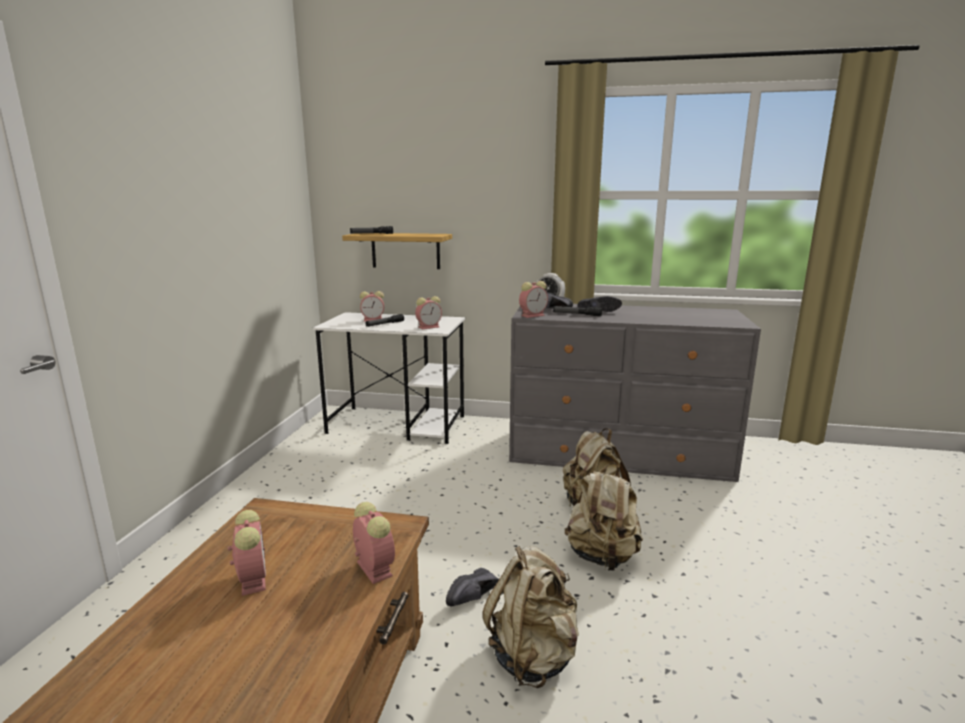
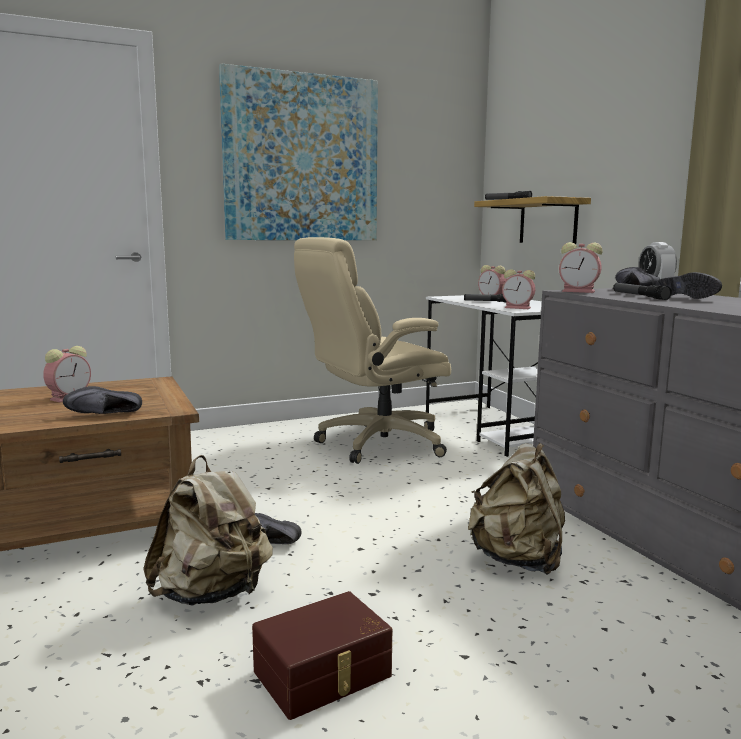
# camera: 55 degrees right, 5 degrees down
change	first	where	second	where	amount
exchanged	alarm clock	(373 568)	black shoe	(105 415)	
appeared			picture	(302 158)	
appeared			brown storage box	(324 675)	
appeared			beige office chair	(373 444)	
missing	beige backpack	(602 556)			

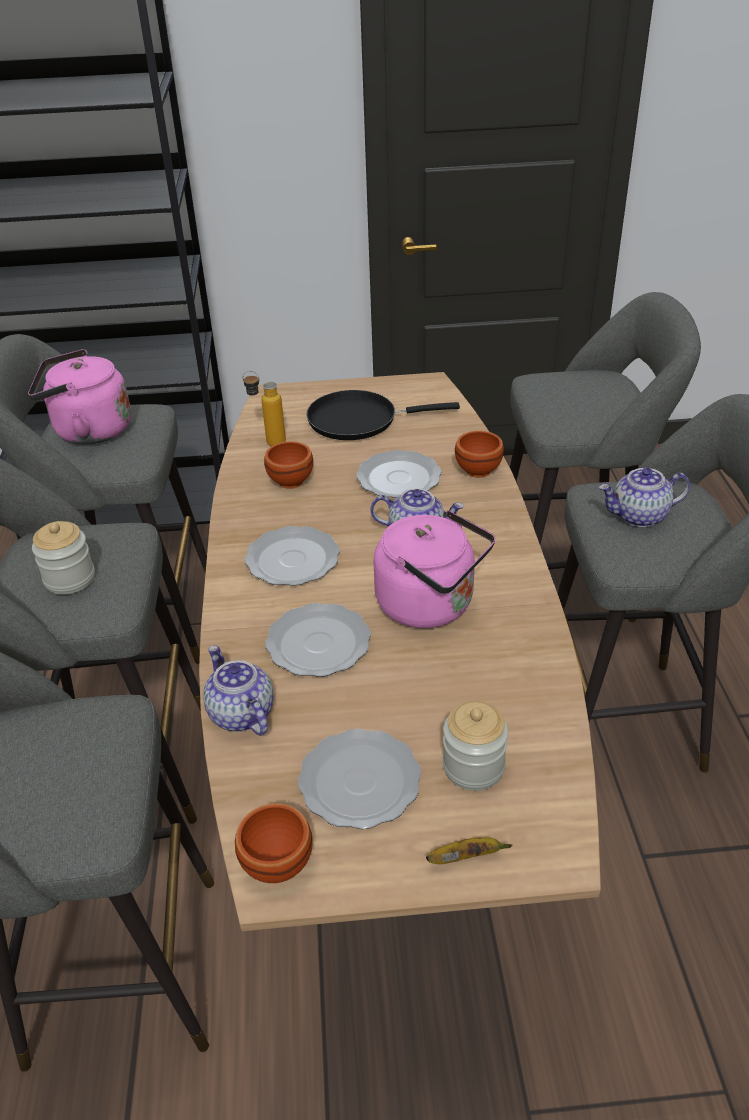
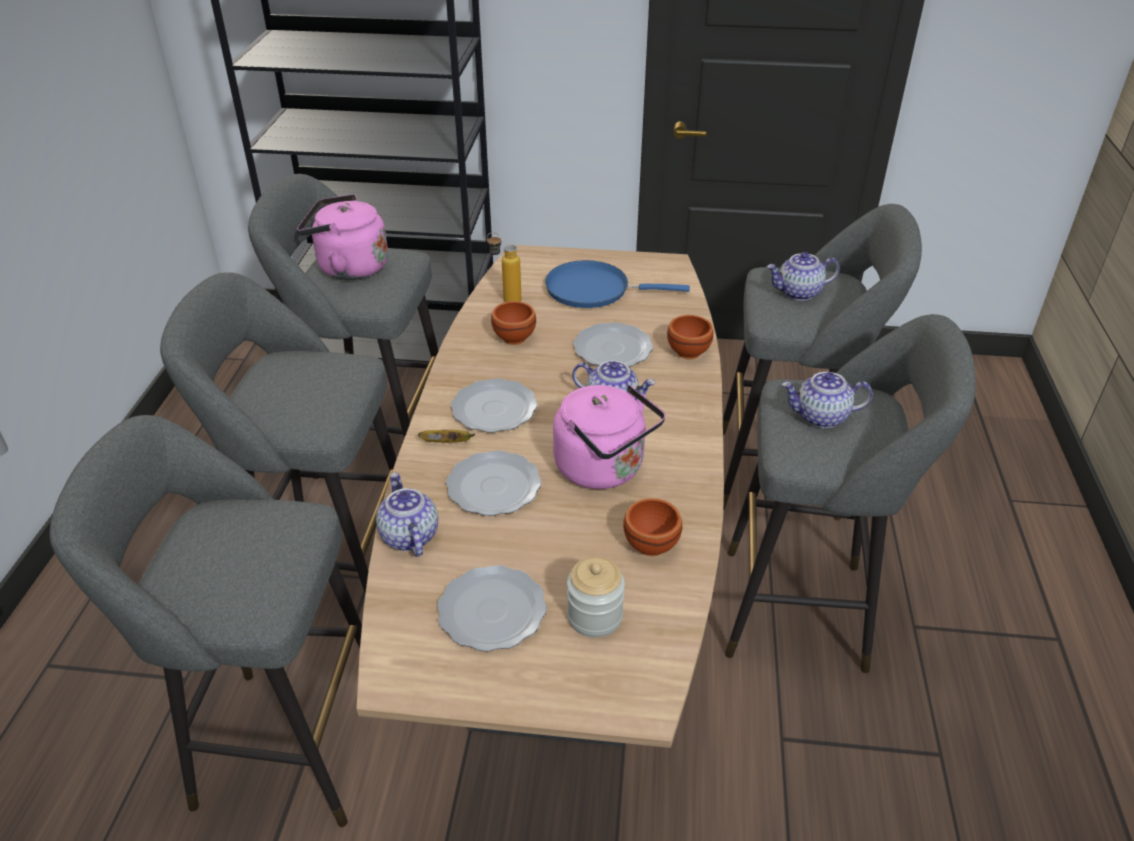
# camera: 10 degrees right, 0 degrees up
change	first	where	second	where	amount
relocated	banana	(465 857)		(448 442)	
colour	black frying pan	(359 420)	blue frying pan	(593 290)	
relocated	brown bowl	(277 862)		(650 544)	
appeared			teapot	(798 293)	
missing	jar	(70 579)			

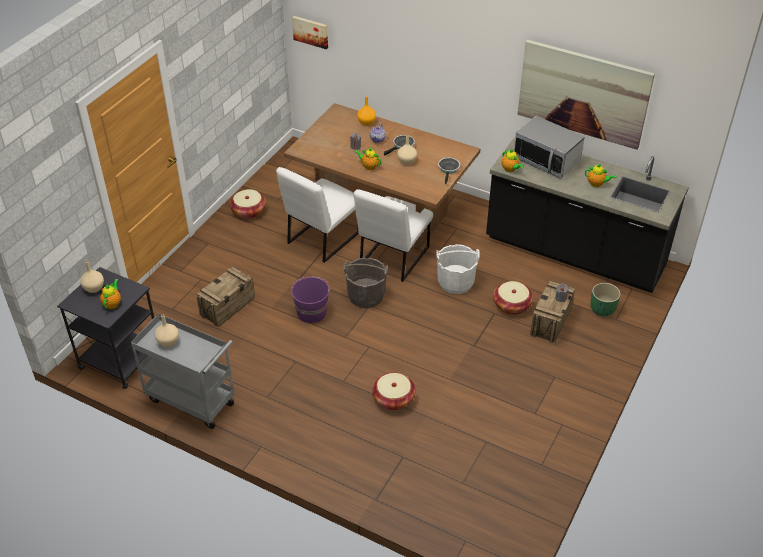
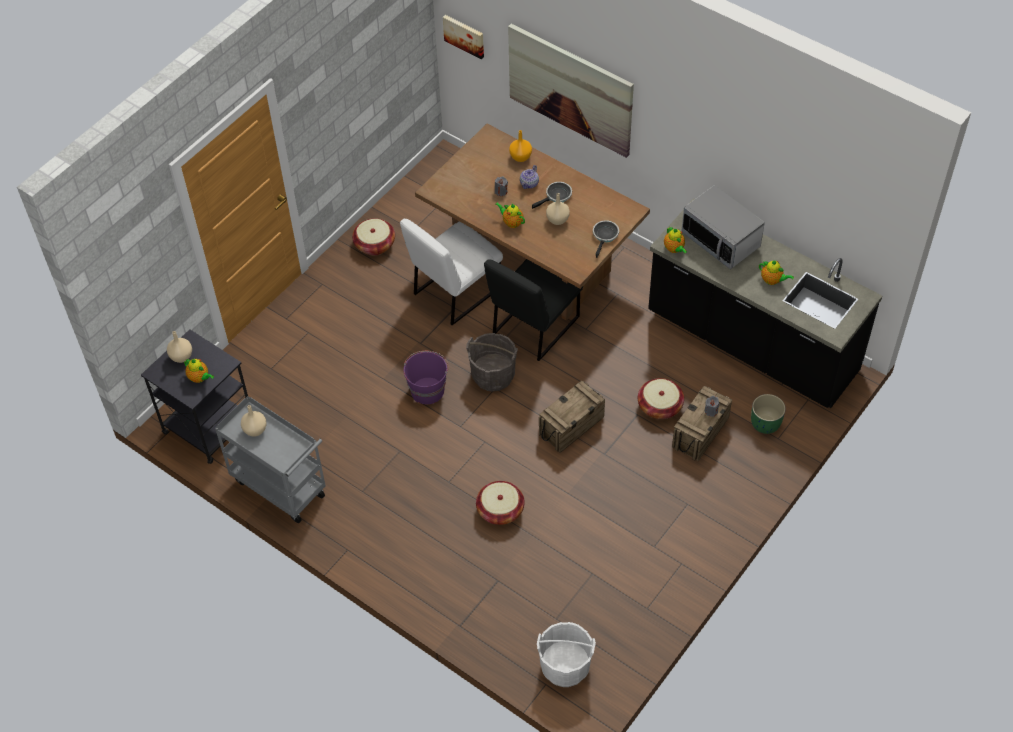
# camera: 10 degrees right, 10 degrees up
change	first	where	second	where	amount
spun	teapot	(112 303)		(200 378)	105 degrees clockwise
colour	white chair	(393 257)	black chair	(534 326)	
relocated	picture	(583 93)		(570 89)	
relocated	white bucket	(455 282)		(565 666)	
relocated	crate	(228 307)		(571 427)	

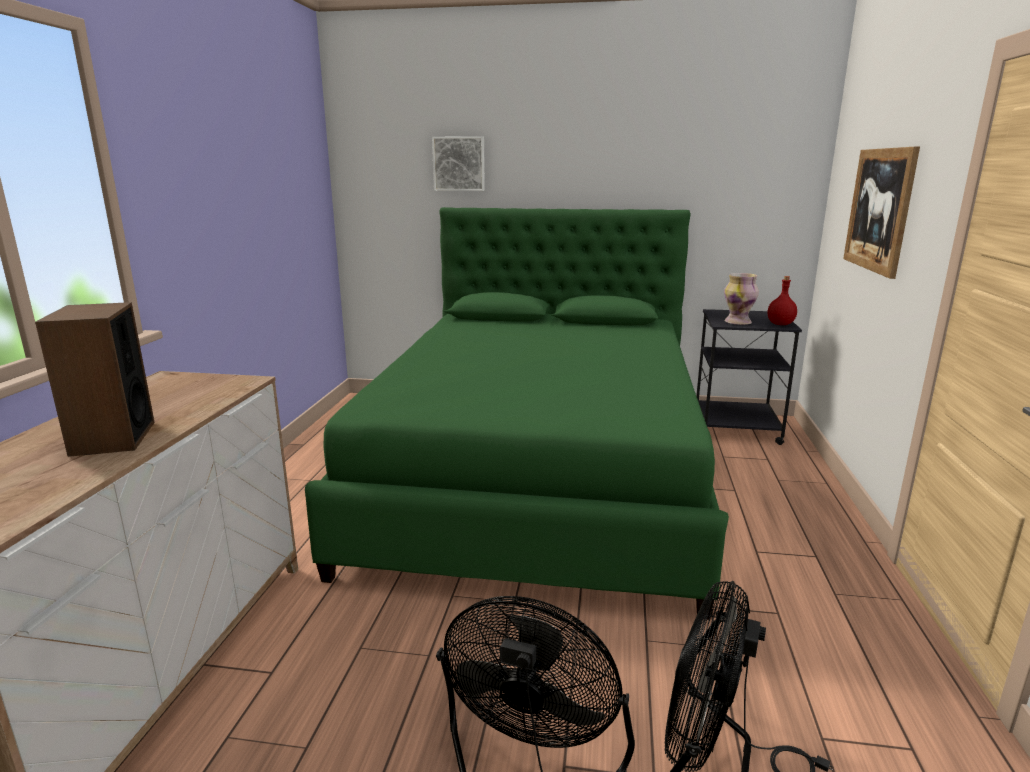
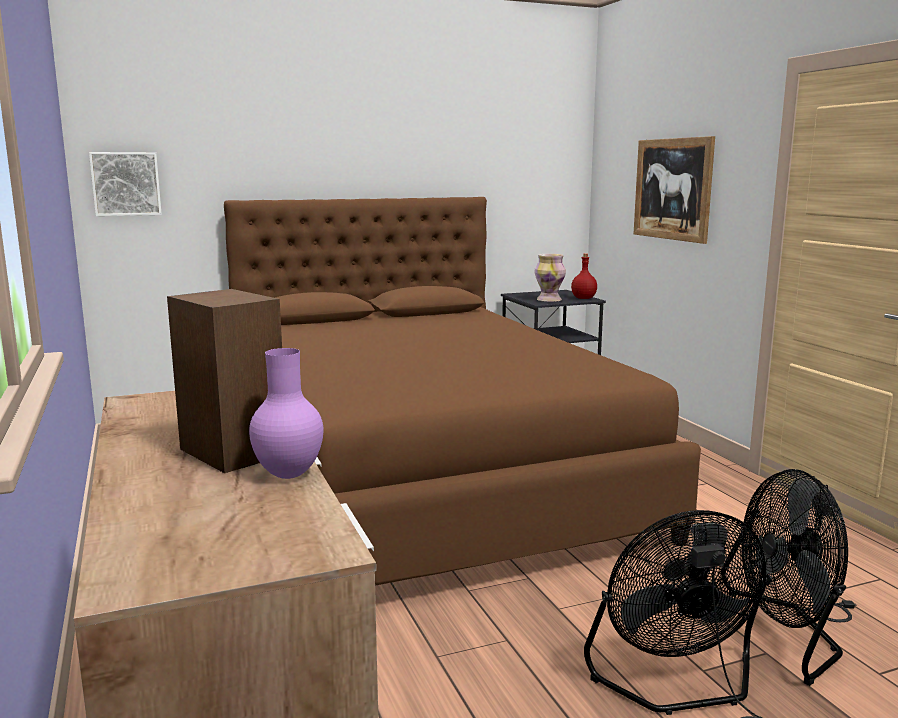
# camera: 30 degrees left, 5 degrees down
change	first	where	second	where	amount
relocated	picture	(459 164)		(126 184)	
colour	green bed	(540 474)	brown bed	(424 475)	
appeared			purple vase	(287 475)	

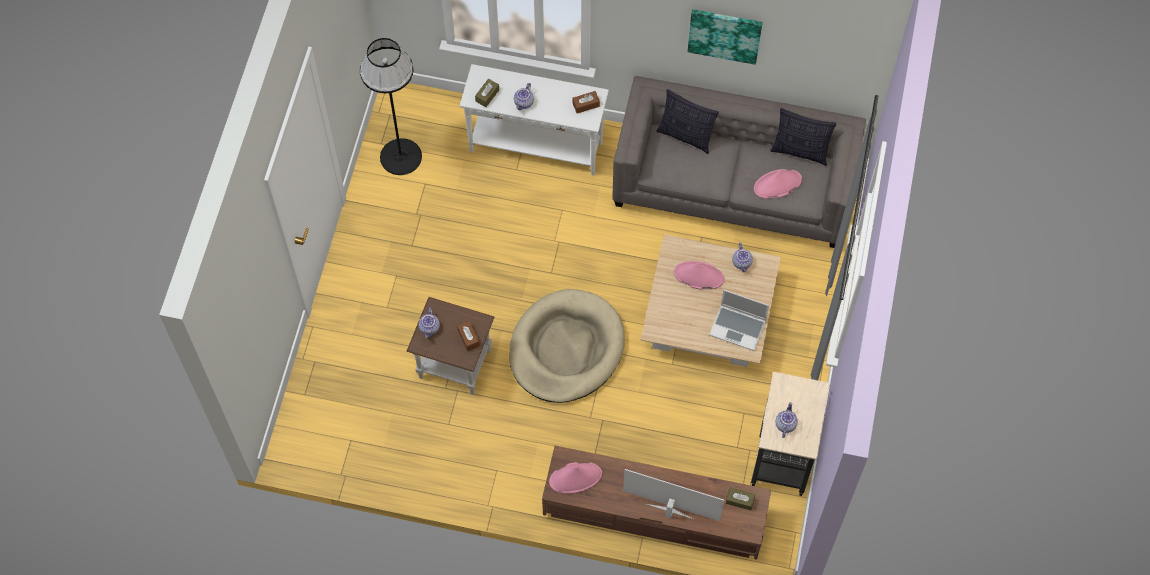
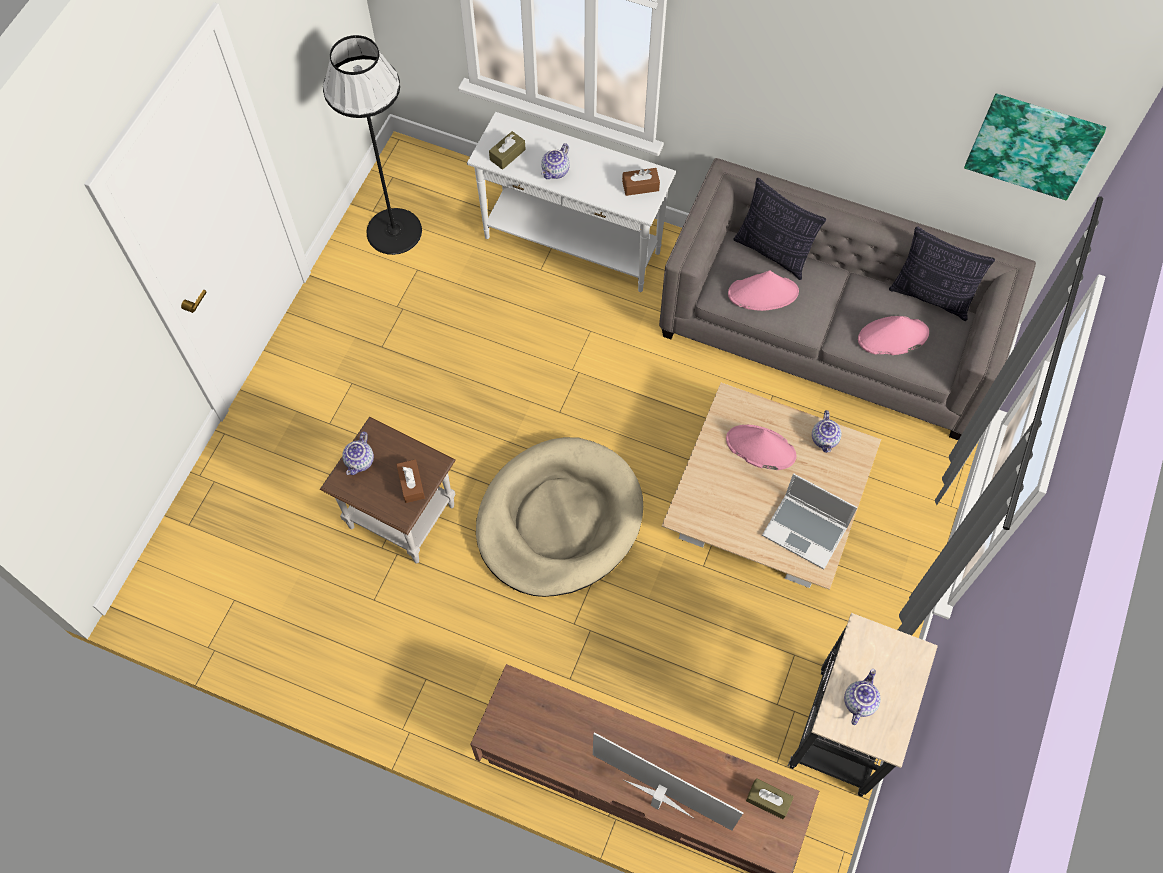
# camera: 10 degrees right, 0 degrees up
change	first	where	second	where	amount
relocated	pink hat	(575 478)		(763 293)	
relocated	picture	(724 35)		(1033 145)	

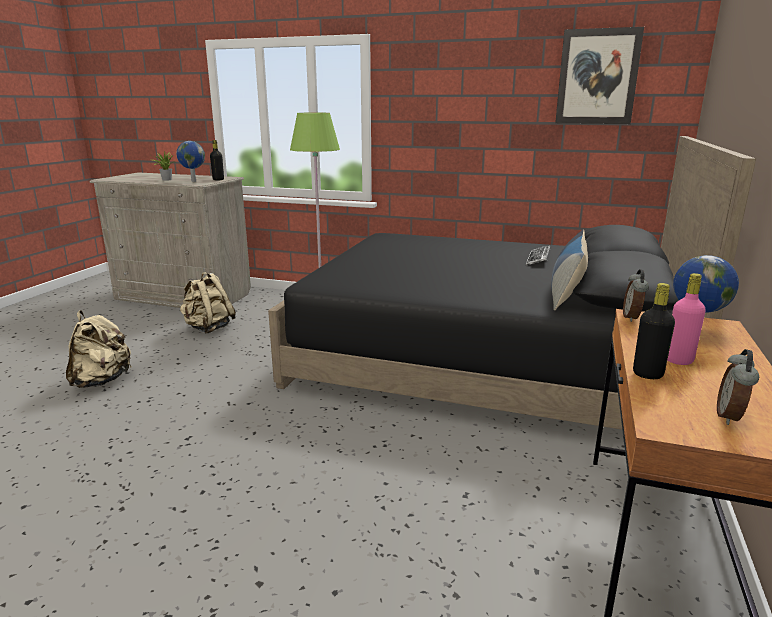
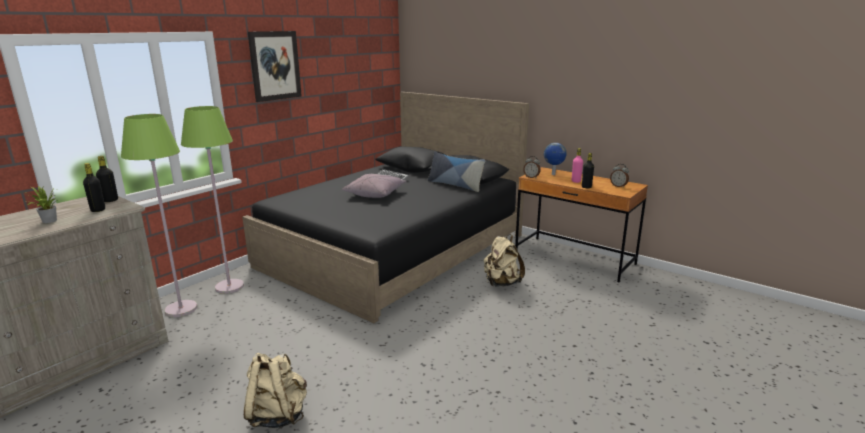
# camera: 70 degrees left, 0 degrees up
change	first	where	second	where	amount
exchanged	globe	(193 181)	black bottle	(98 210)	
appeared			green floor lamp	(181 309)	
relocated	picture	(597 77)		(275 65)	
appeared			purple pillow	(375 194)	
relocated	beige backpack	(208 328)		(501 283)	

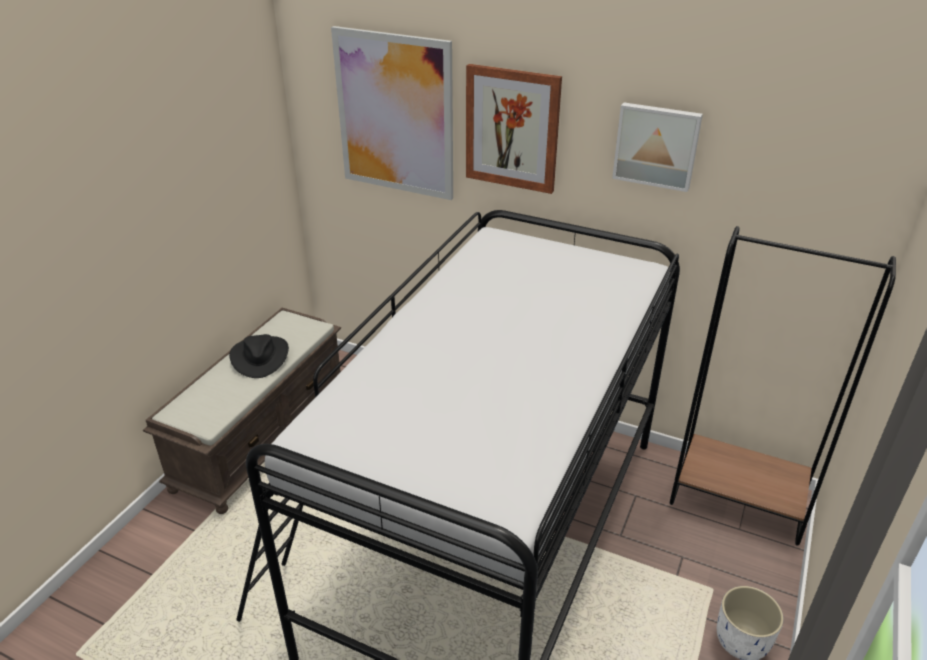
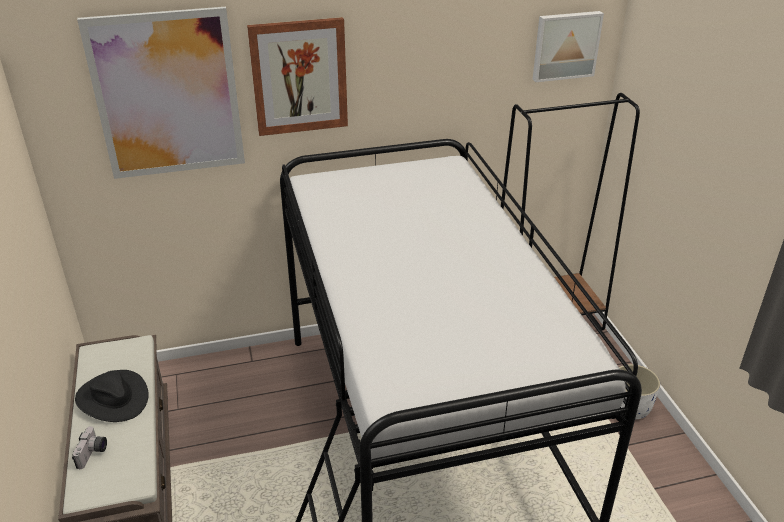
# camera: 40 degrees left, 0 degrees up
change	first	where	second	where	amount
appeared			photo camera	(93 454)	
relocated	picture	(656 145)		(565 45)	

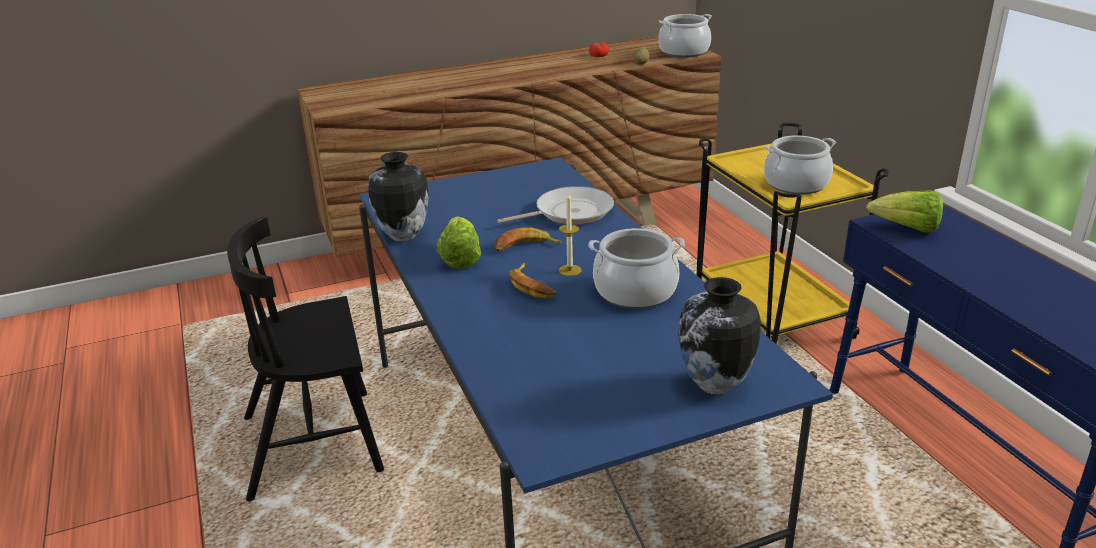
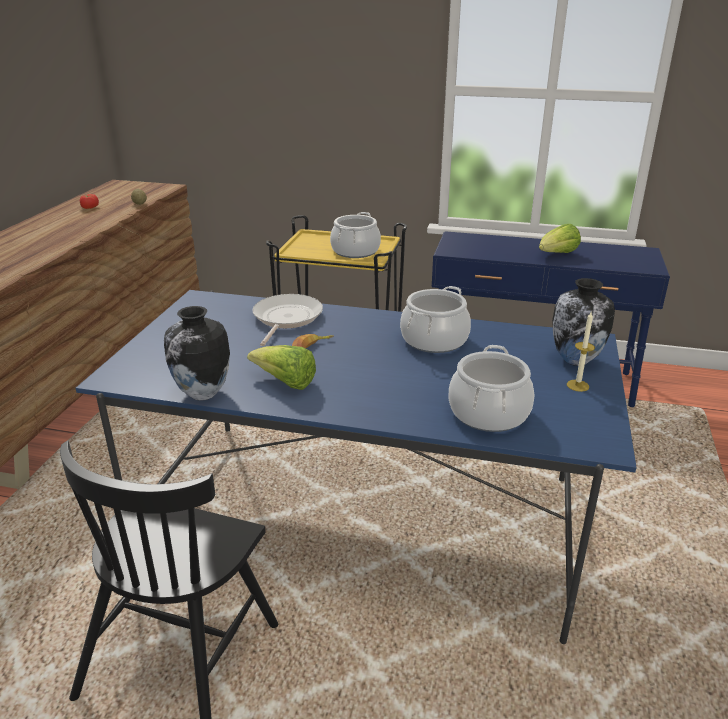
# camera: 55 degrees left, 0 degrees up
change	first	where	second	where	amount
relocated	cooking pot	(683 52)		(488 413)	
relocated	lettuce	(907 229)		(557 254)	
relocated	candle	(570 270)		(577 385)	
missing	banana	(532 286)			

